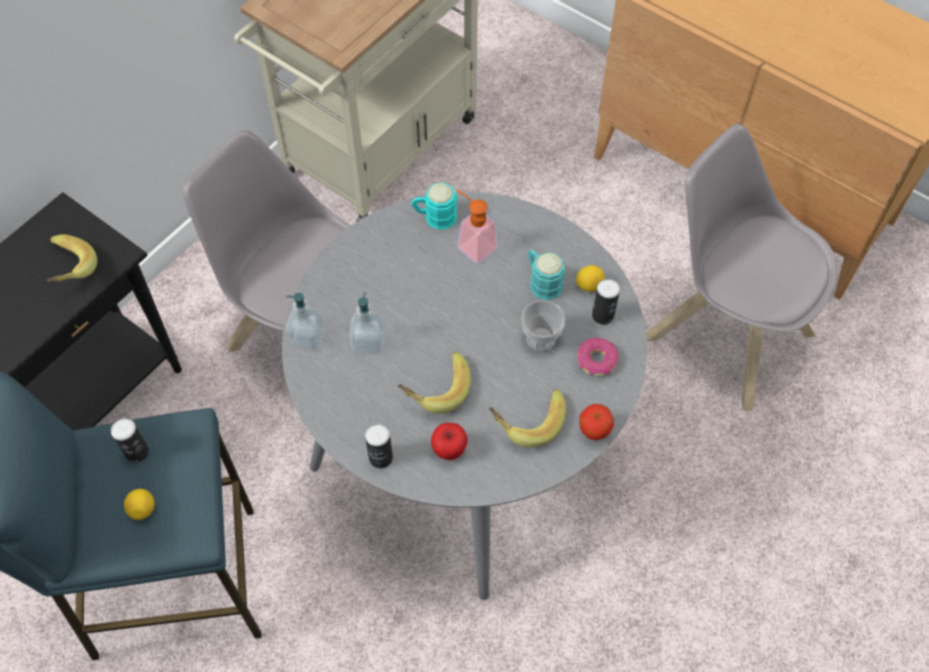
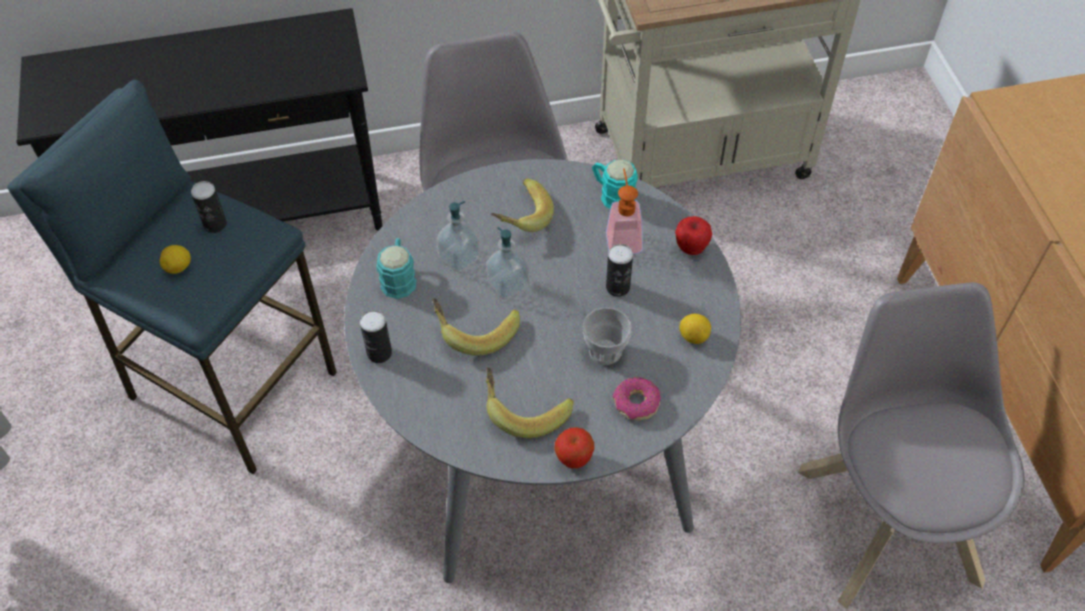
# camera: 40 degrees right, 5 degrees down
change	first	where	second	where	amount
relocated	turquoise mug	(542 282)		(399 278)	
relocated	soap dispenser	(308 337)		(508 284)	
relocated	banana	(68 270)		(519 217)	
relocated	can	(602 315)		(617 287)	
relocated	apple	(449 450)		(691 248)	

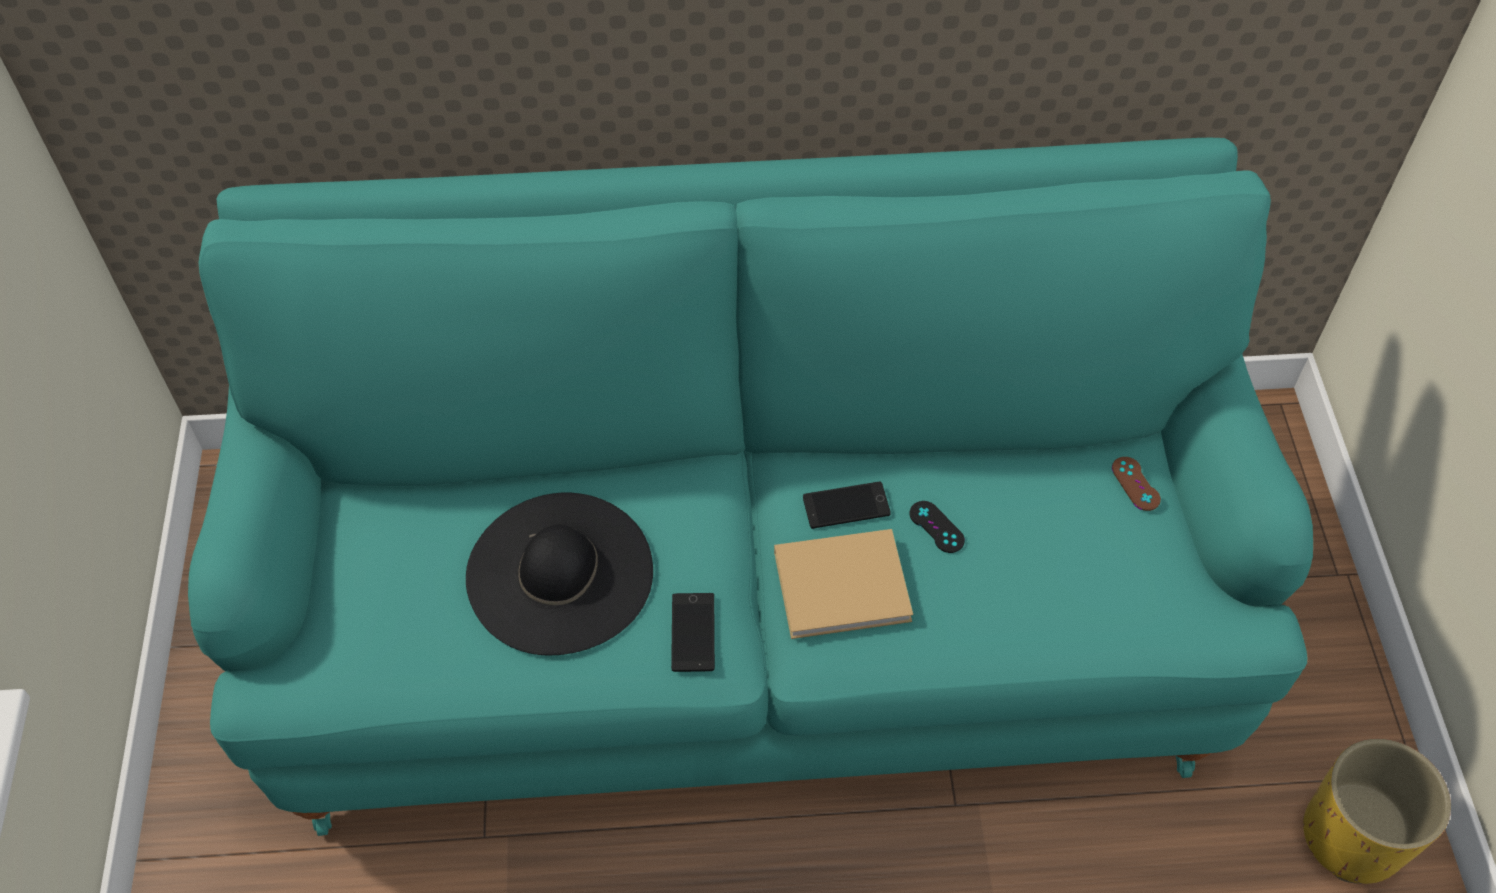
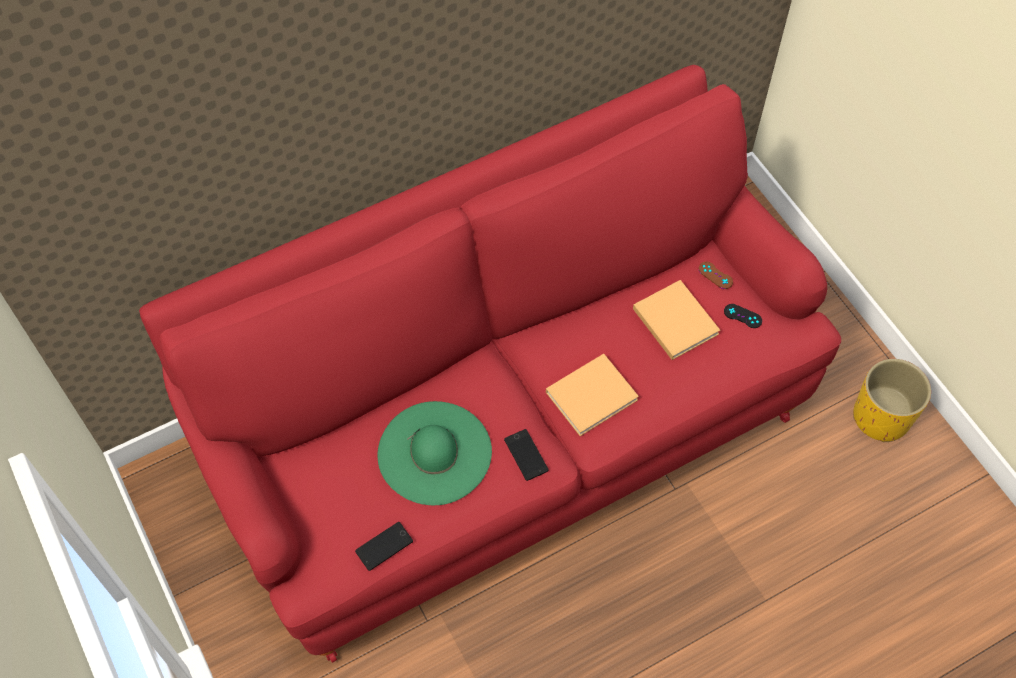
# camera: 25 degrees left, 5 degrees up
change	first	where	second	where	amount
colour	turquoise sofa	(749 608)	red sofa	(507 427)	
relocated	phone	(846 506)		(384 546)	
colour	black hat	(560 573)	green hat	(434 453)	
appeared			beige book	(674 319)	
relocated	black game controller	(936 527)		(742 316)	

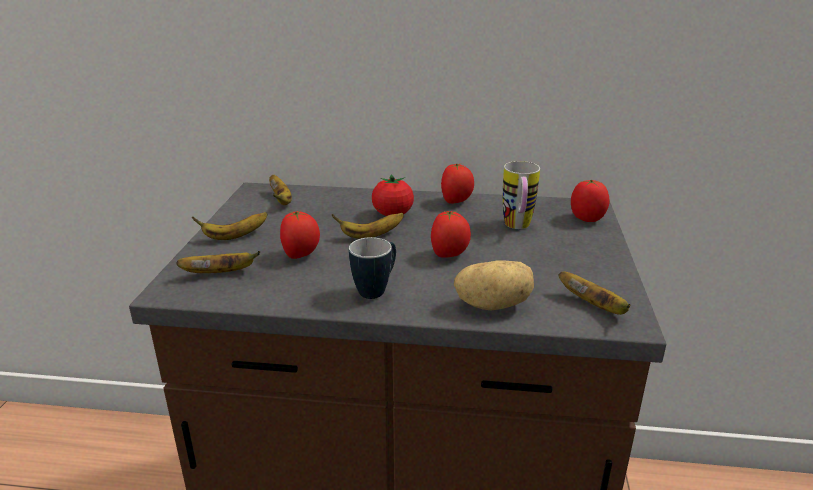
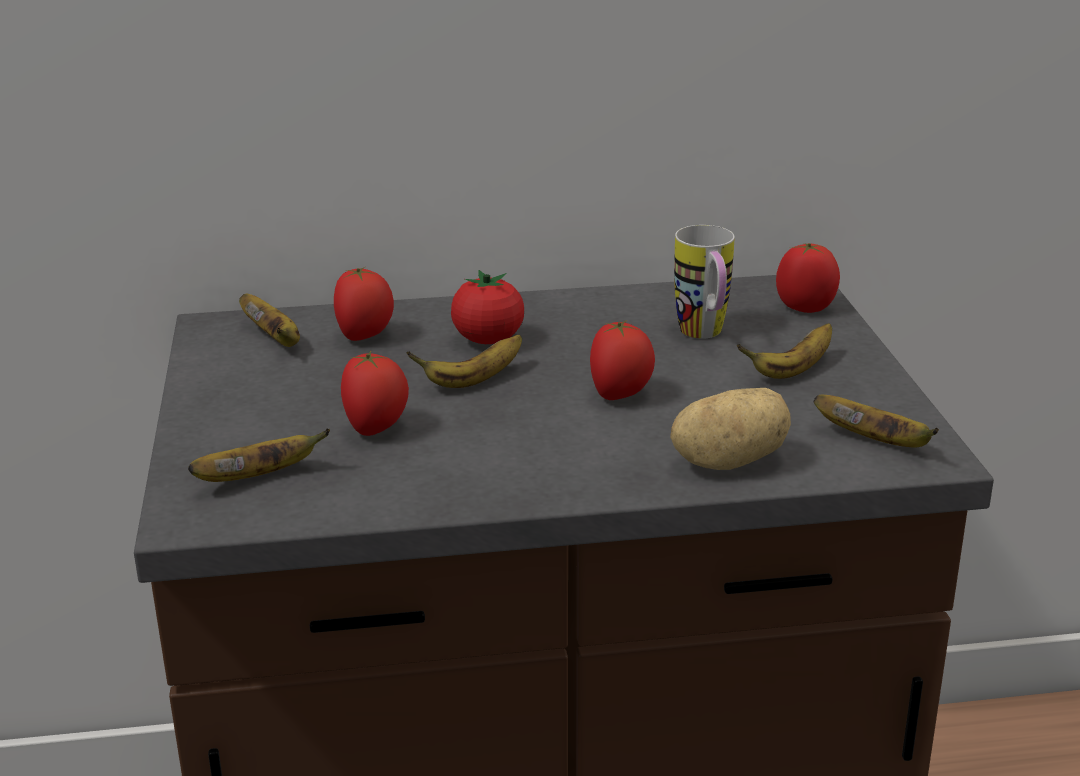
# camera: 15 degrees left, 0 degrees up
change	first	where	second	where	amount
relocated	tomato	(456 201)		(365 336)	
relocated	banana	(234 236)		(792 371)	
missing	mug	(377 290)			

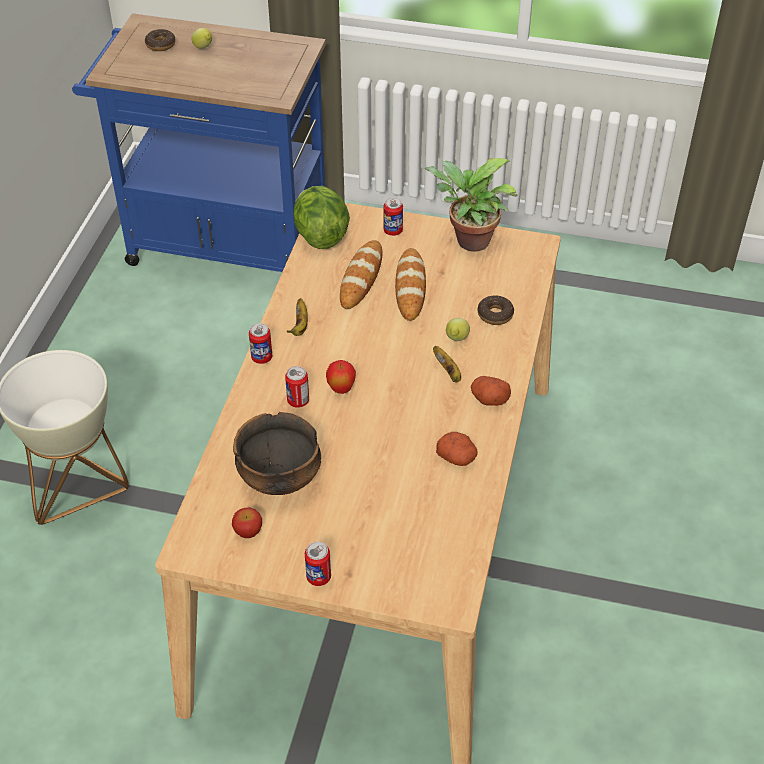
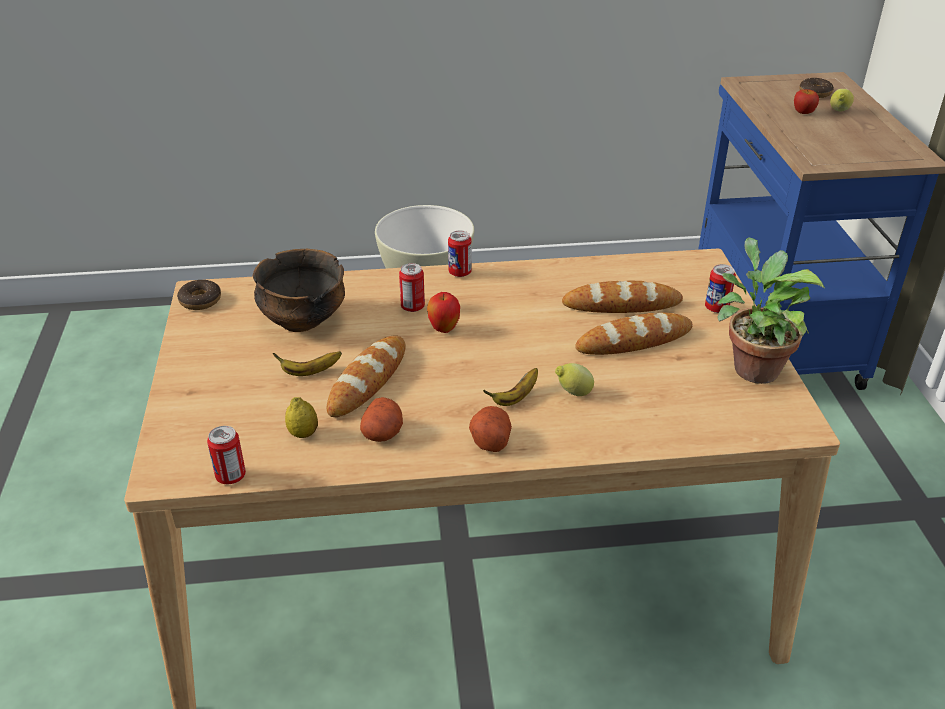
# camera: 70 degrees right, 10 degrees down
change	first	where	second	where	amount
relocated	donut	(495 314)		(200 300)	
relocated	can	(318 577)		(230 476)	
relocated	banana	(300 325)		(310 372)	
appeared			lemon	(303 433)	
appeared			bread	(368 380)	
relocated	apple	(248 532)		(803 112)	
missing	lettuce	(320 235)			

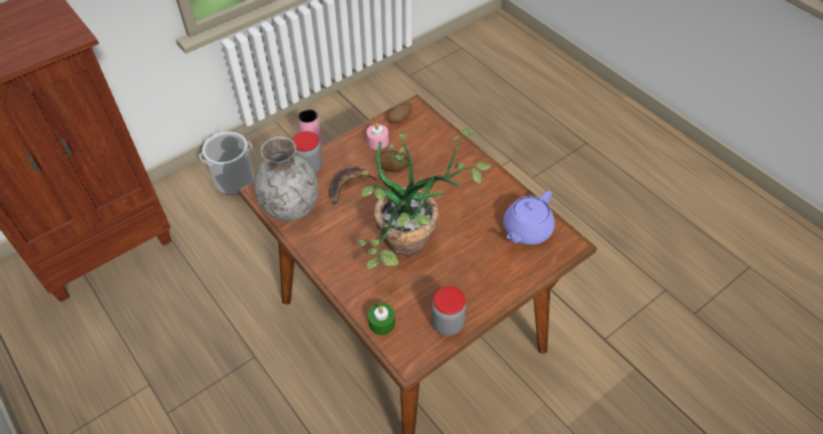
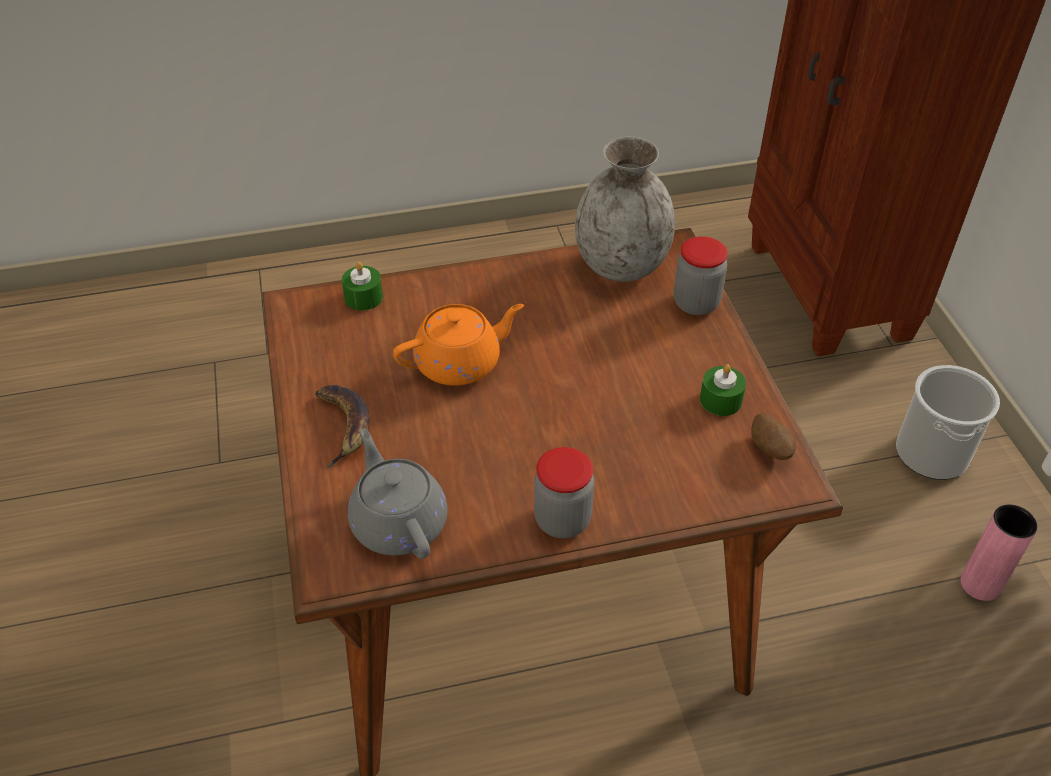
# camera: 115 degrees right, 5 degrees down
change	first	where	second	where	amount
relocated	banana	(349 186)		(343 426)	
colour	purple teapot	(526 230)	grey teapot	(398 522)	
exchanged	potted plant	(410 250)	orange teapot	(460 363)	
relocated	jar	(447 324)		(562 520)	
colour	pink candle	(377 141)	green candle	(720 400)	
missing	potato	(393 167)			

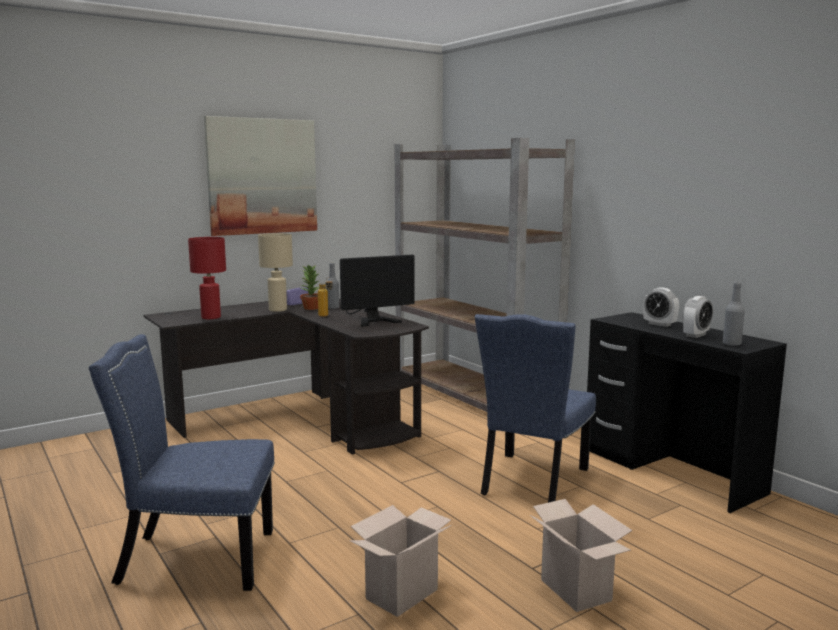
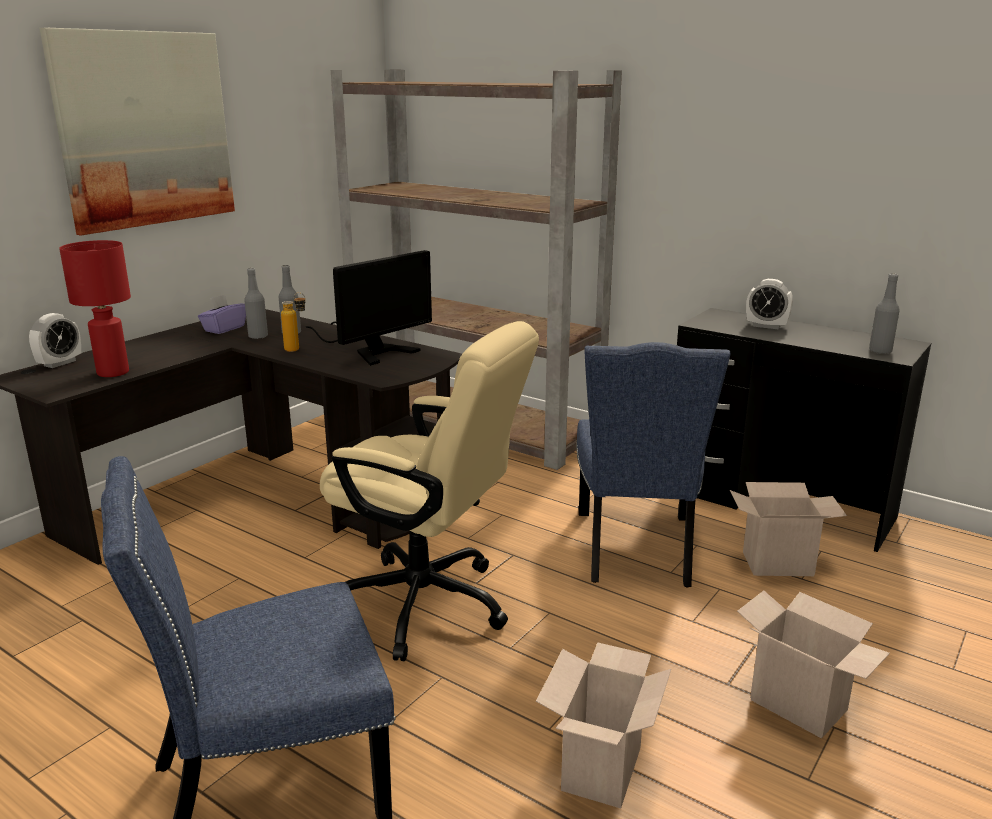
# camera: 20 degrees left, 10 degrees up
change	first	where	second	where	amount
relocated	alarm clock	(695 335)		(60 363)	
exchanged	potted plant	(311 308)	grey bottle	(258 336)	
appeared			beige office chair	(430 607)	
appeared			cardboard box	(779 563)	
missing	beige table lamp	(277 310)			

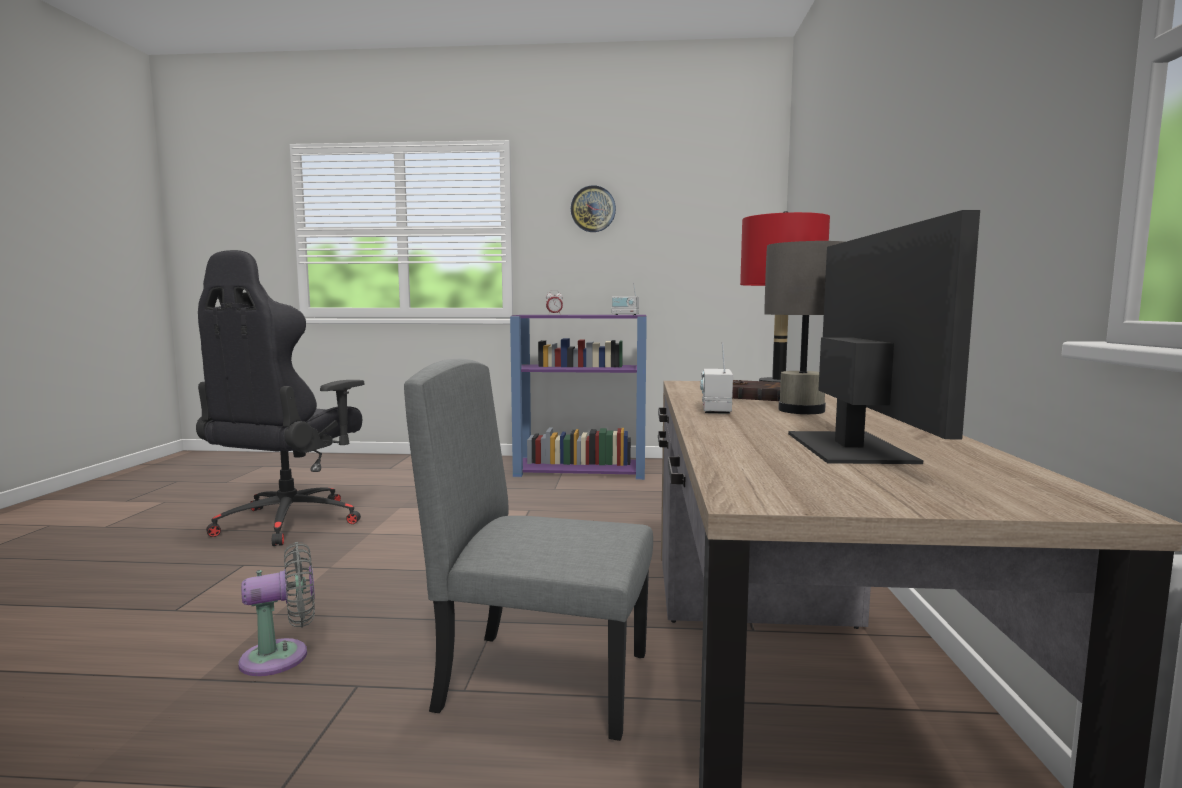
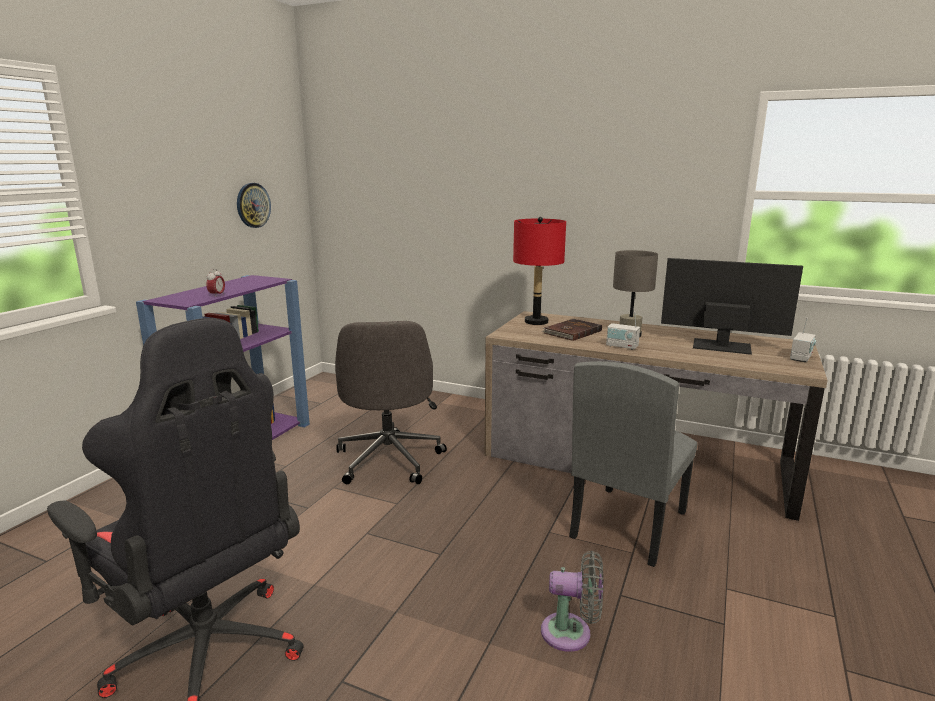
# camera: 70 degrees left, 10 degrees up
change	first	where	second	where	amount
relocated	wall clock	(593 209)		(253 205)	
appeared			grey office chair	(389 461)	
spun	grey fan	(282 657)		(571 633)	105 degrees clockwise
relocated	radio	(625 315)		(801 358)	

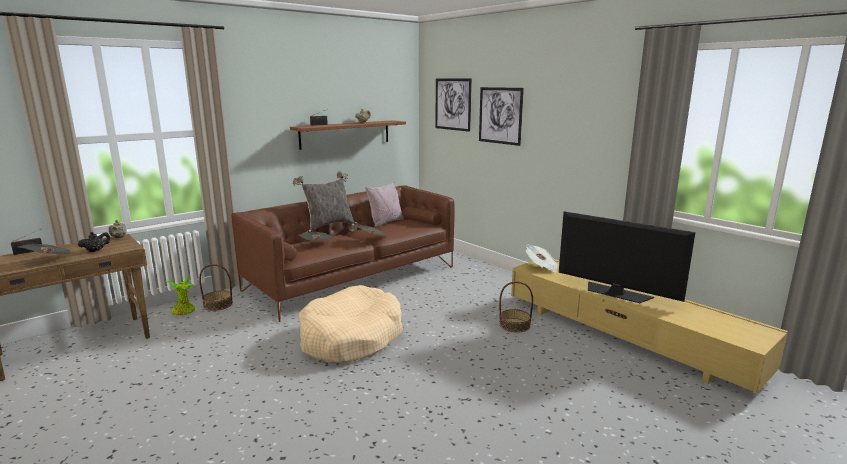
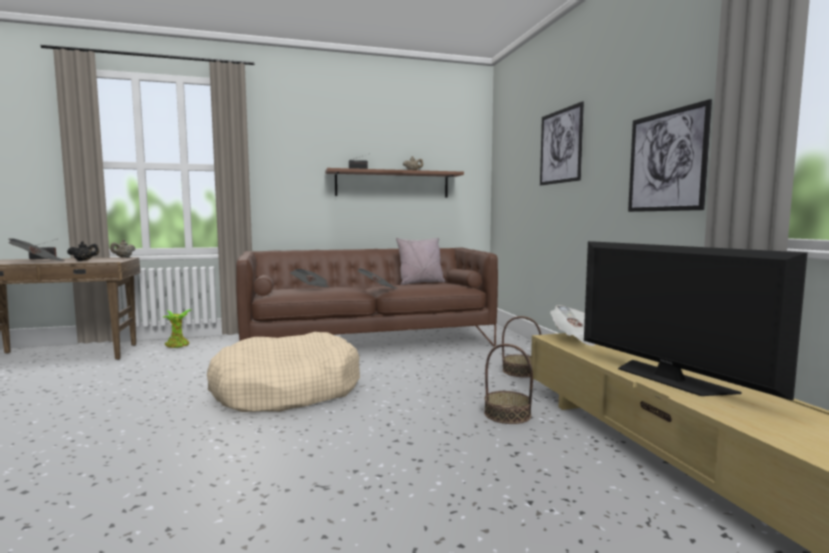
# camera: 25 degrees right, 10 degrees down
change	first	where	second	where	amount
relocated	basket	(218 304)		(521 371)	
relocated	picture	(453 104)		(666 161)	
missing	pillow	(328 233)			

